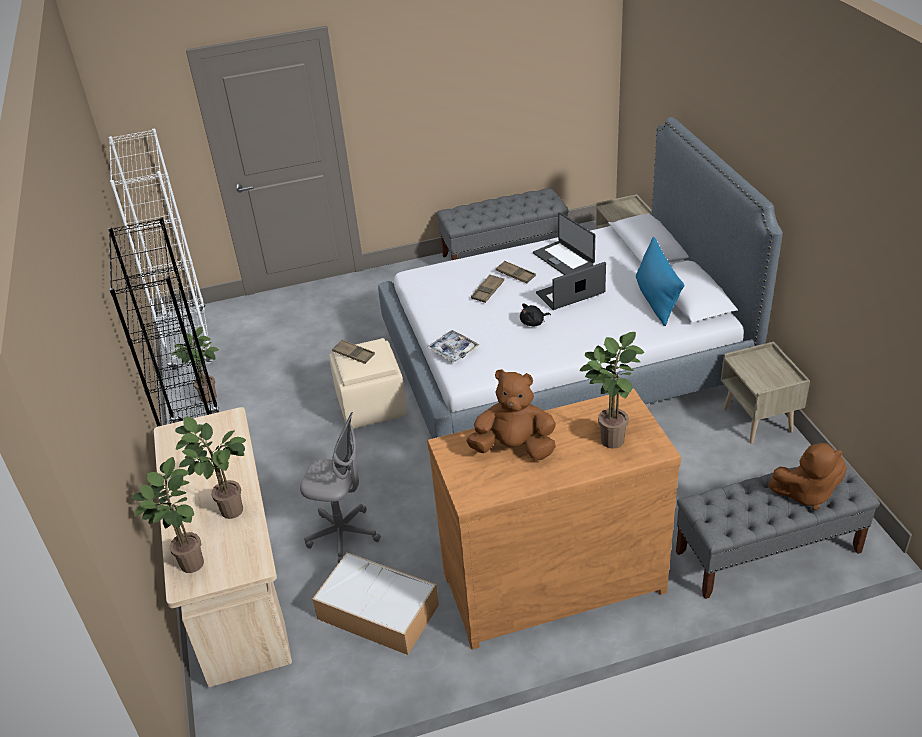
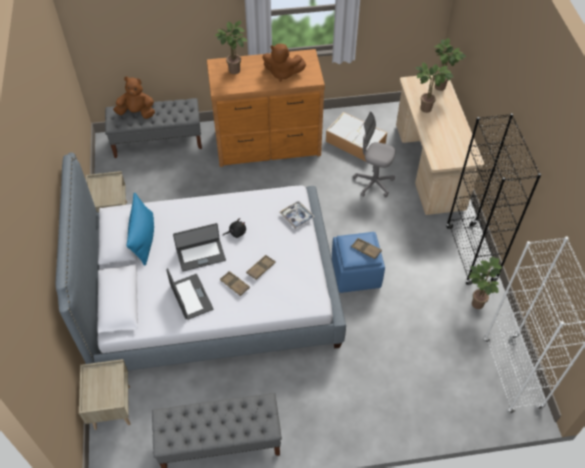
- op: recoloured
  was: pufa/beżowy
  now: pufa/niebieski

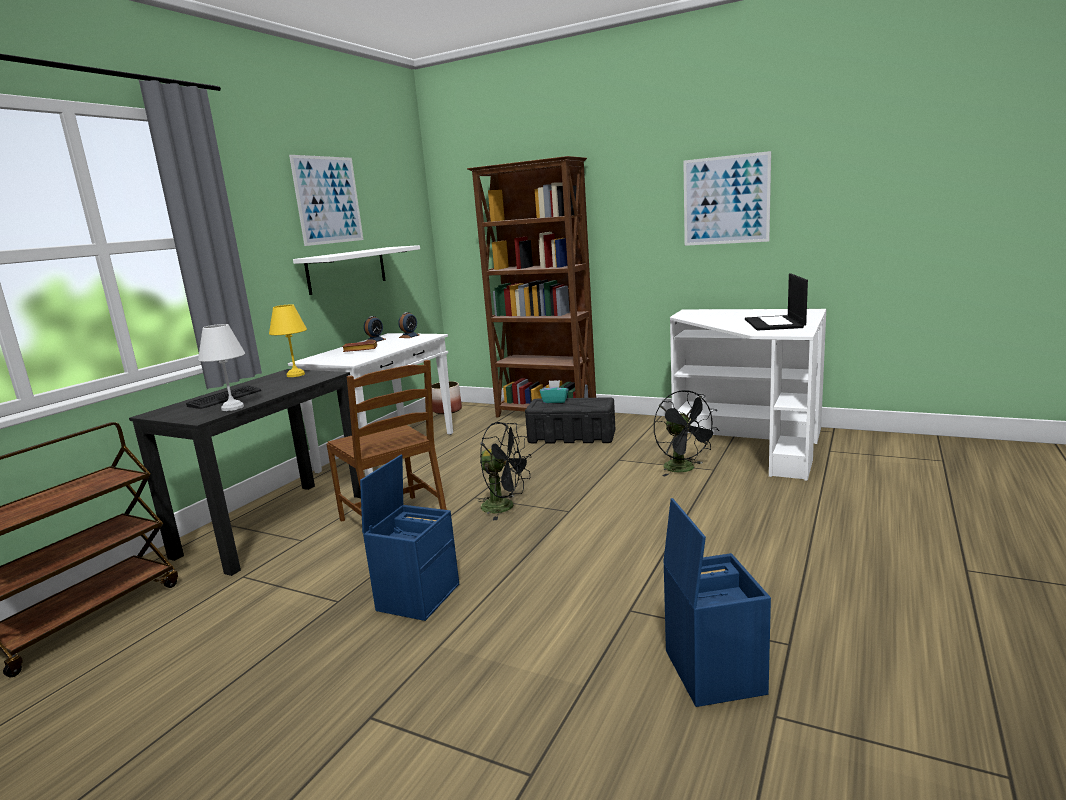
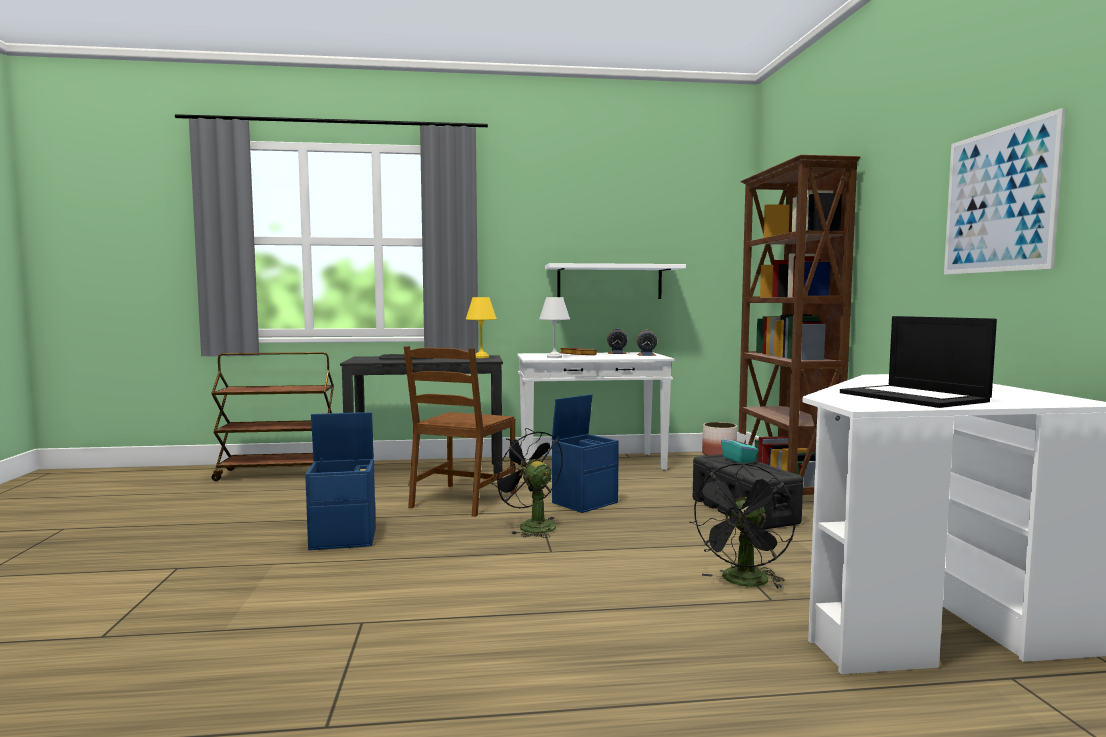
- op: removed
  was: obraz (1st from left)
- op: turned
  was: laptop
  clockwise: -90
- op: moved
  was: lampa stołowa/biały
- op: turned
  was: wentylator/czarny (1st from left)
  clockwise: 150
- op: moved
  was: pojemnik do przechowywania/niebieski (2nd from left)

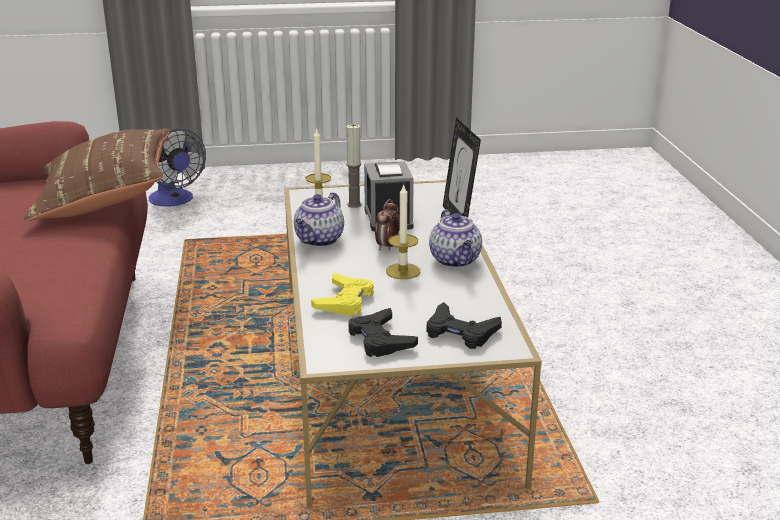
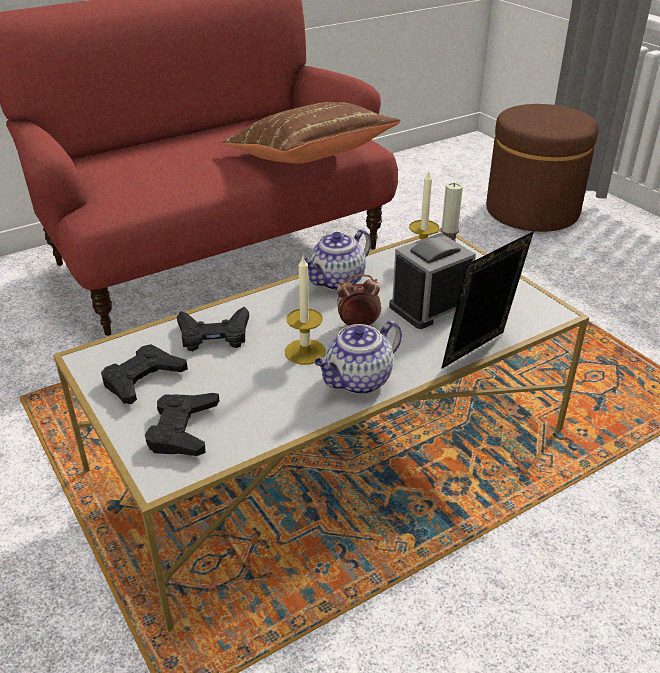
- op: replaced
  was: wentylator
  now: pufa/brązowy
- op: turned
  was: imbryk (1st from left)
  clockwise: -45
- op: recoloured
  was: pad do gier/żółty
  now: pad do gier/czarny (3rd from left)

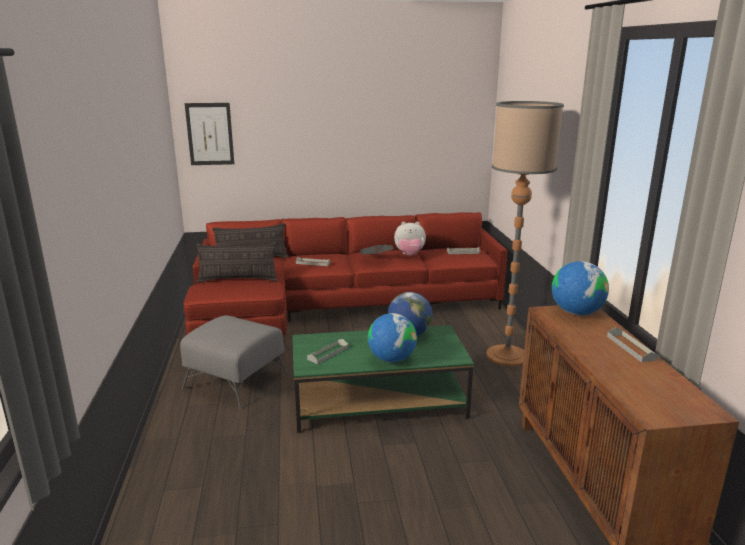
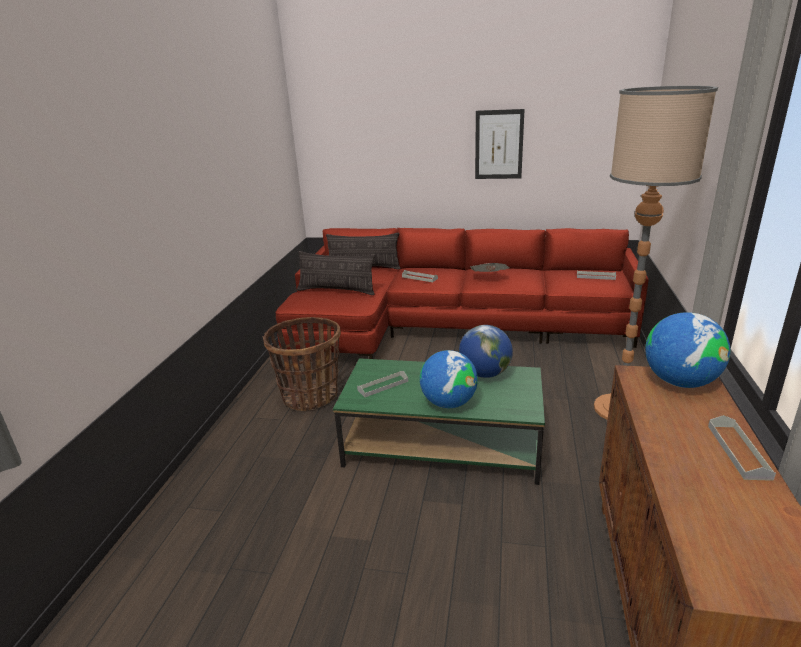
- op: moved
  was: obraz
- op: removed
  was: pluszak
- op: replaced
  was: pufa/szary
  now: koszyk

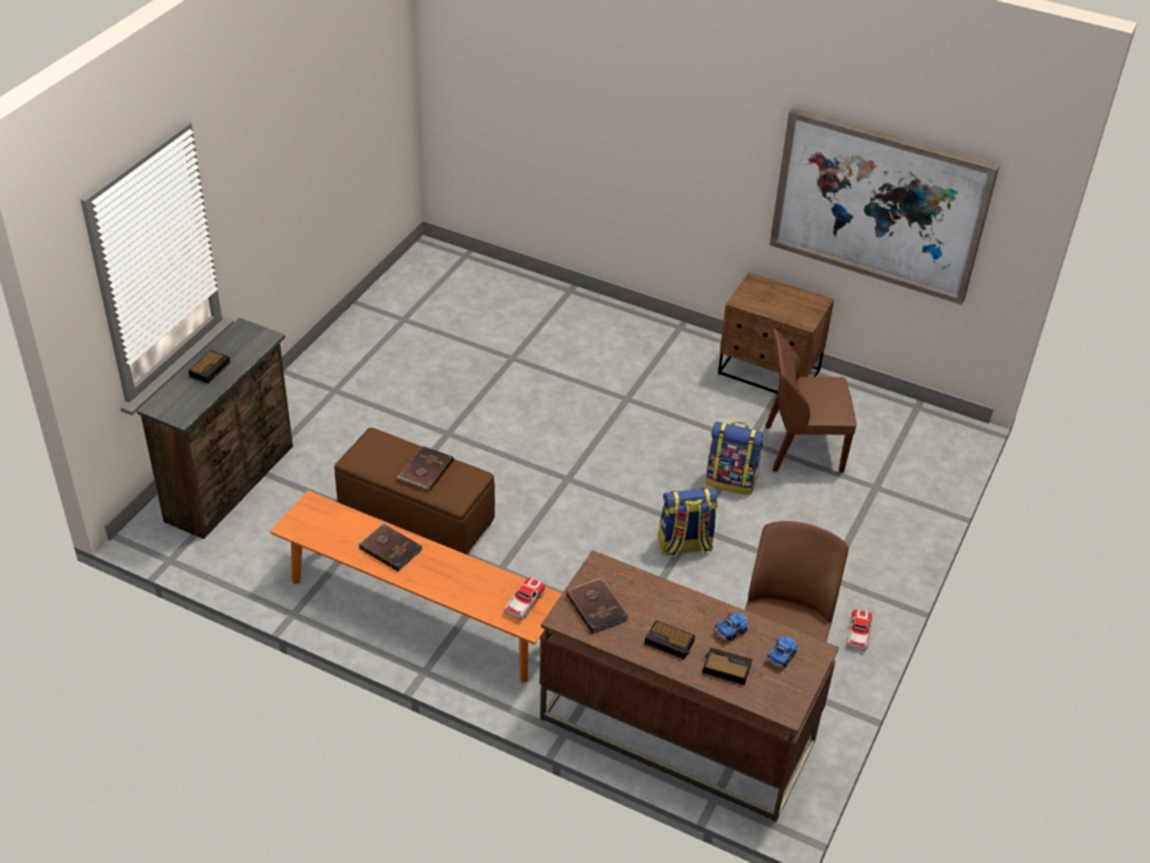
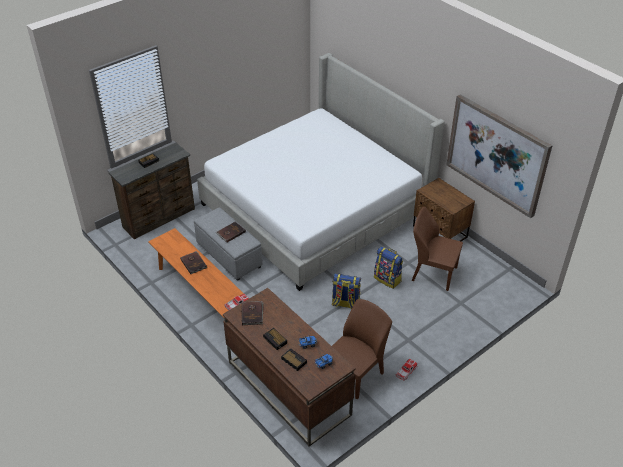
- op: recoloured
  was: pufa/brązowy
  now: pufa/szary
- op: added
  now: łóżko

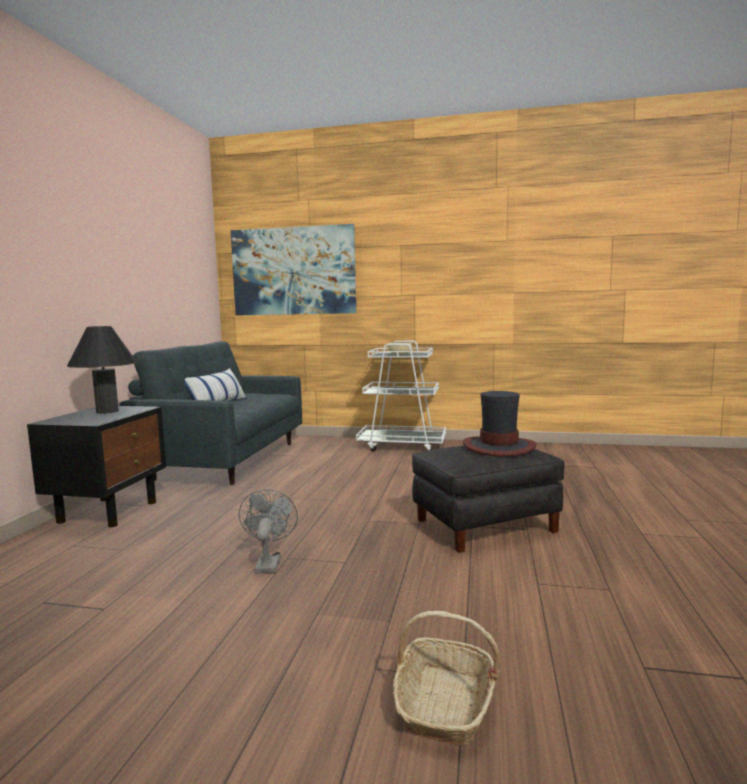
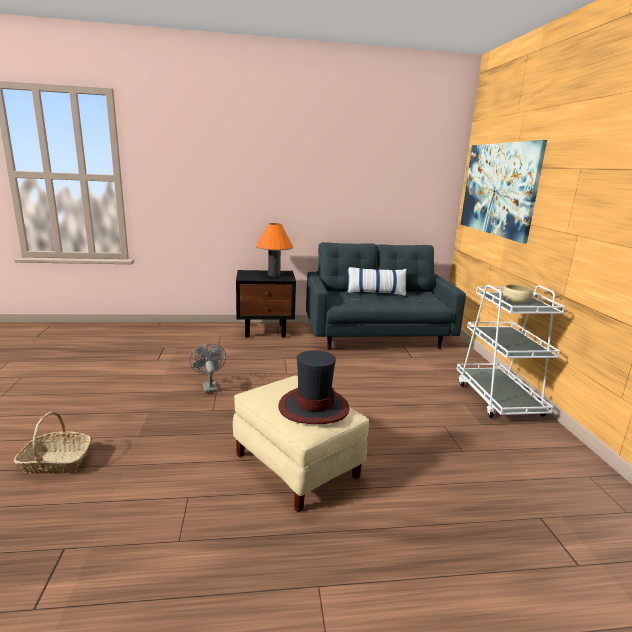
- op: recoloured
  was: lampa stołowa/czarny
  now: lampa stołowa/pomarańczowy
- op: recoloured
  was: pufa/czarny
  now: pufa/beżowy
- op: turned
  was: wentylator/szary
  clockwise: -90

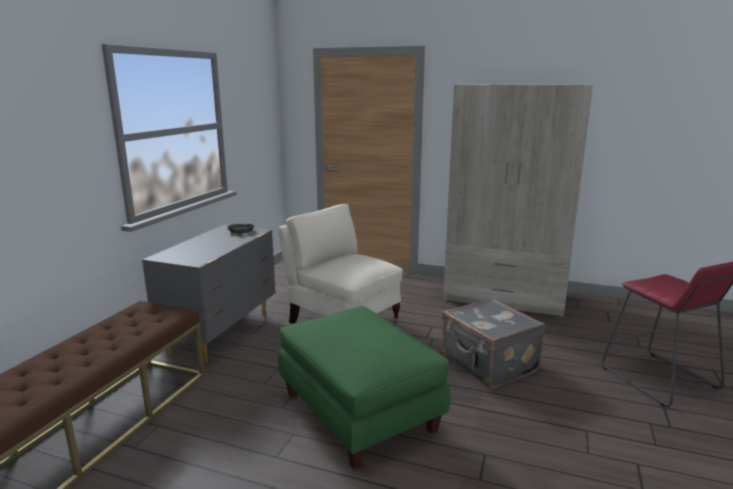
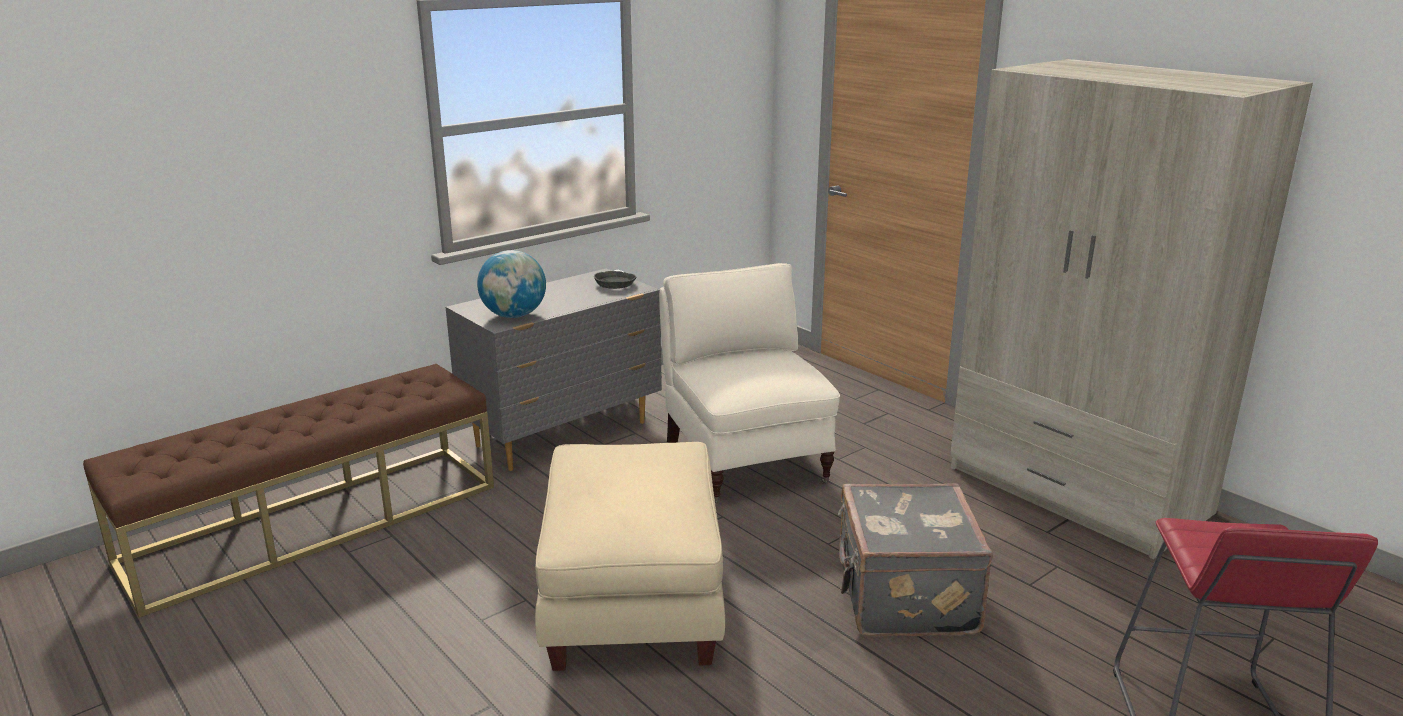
- op: recoloured
  was: pufa/zielony
  now: pufa/beżowy
- op: added
  now: globus

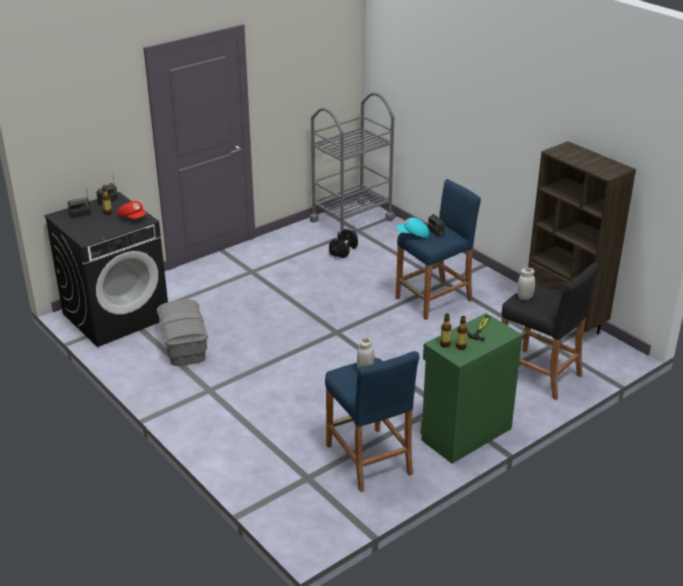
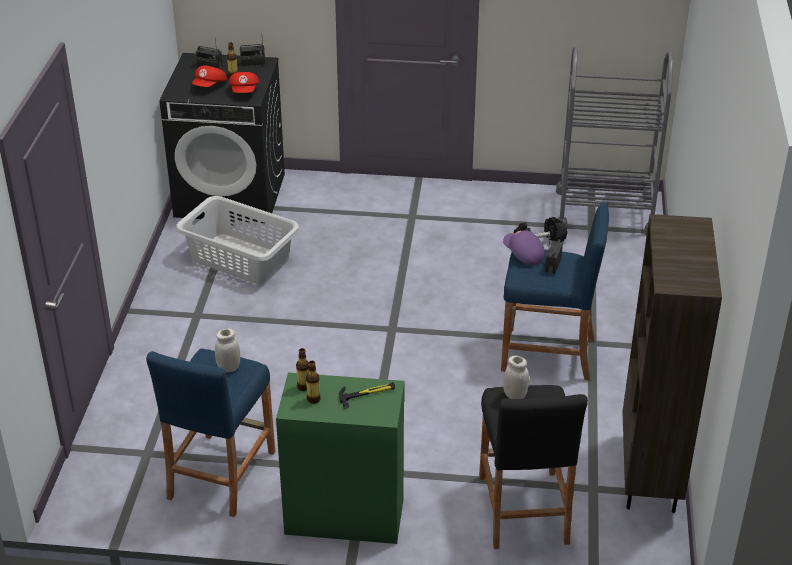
- op: recoloured
  was: czapka z daszkiem/turkusowy
  now: czapka z daszkiem/fioletowy
- op: replaced
  was: pojemnik do przechowywania/szary
  now: kosz na pranie/szary
- op: added
  now: czapka z daszkiem/czerwony (1st from left)

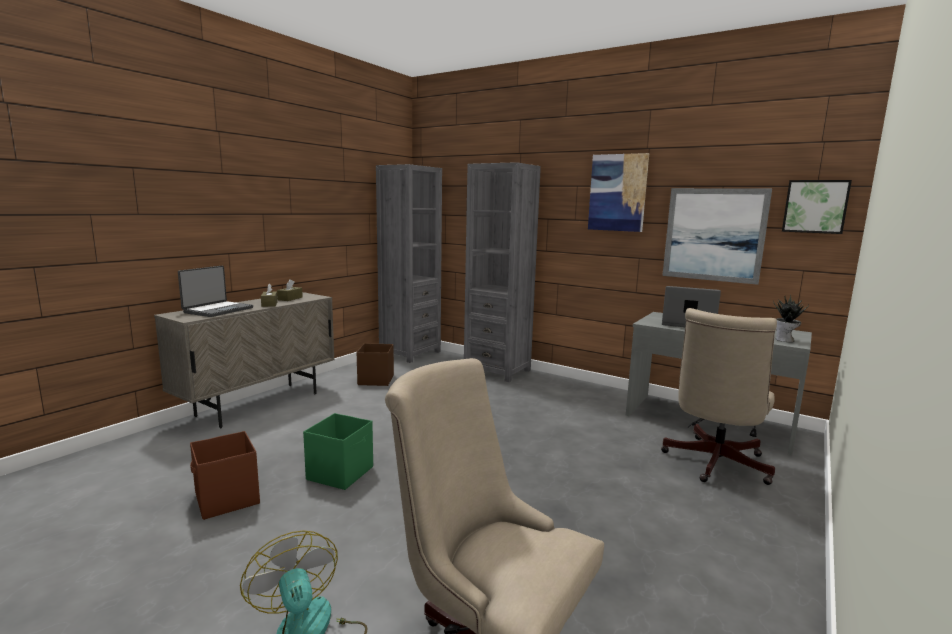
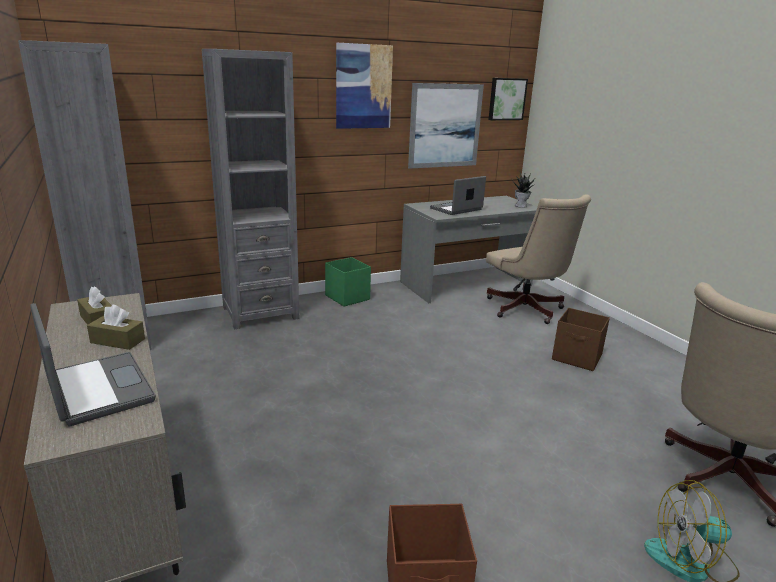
- op: moved
  was: pojemnik do przechowywania/brązowy (2nd from left)
- op: moved
  was: pojemnik do przechowywania/zielony

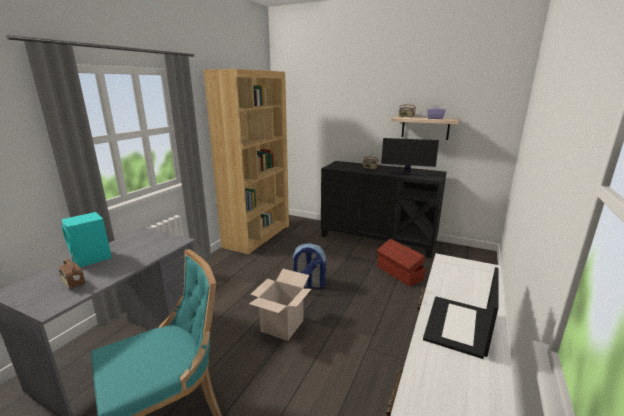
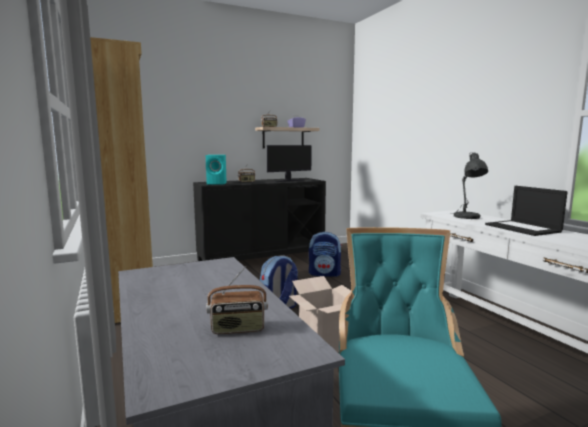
- op: moved
  was: głośnik/turkusowy
- op: replaced
  was: pojemnik do przechowywania/brązowy
  now: plecak (2nd from left)
- op: added
  now: lampa stołowa/szary

